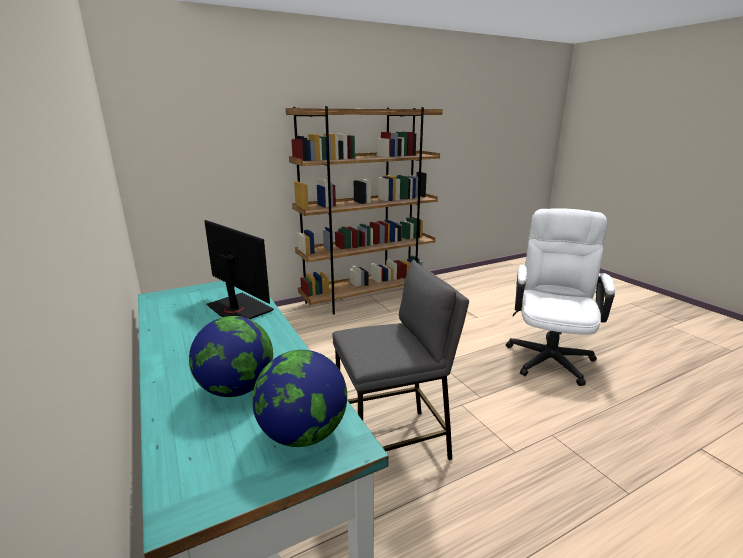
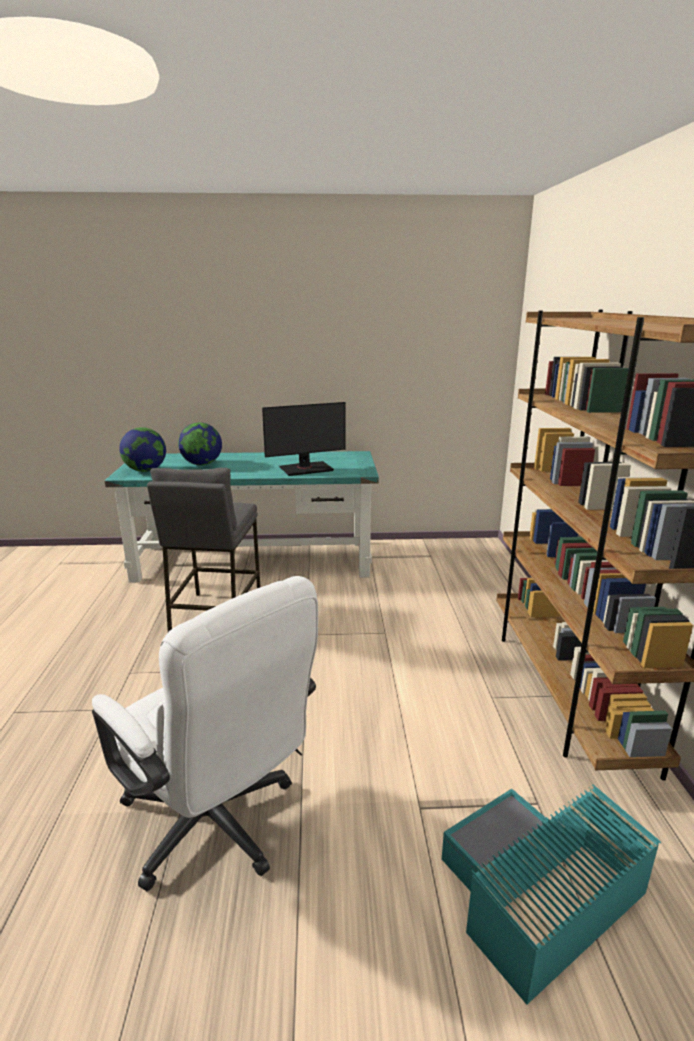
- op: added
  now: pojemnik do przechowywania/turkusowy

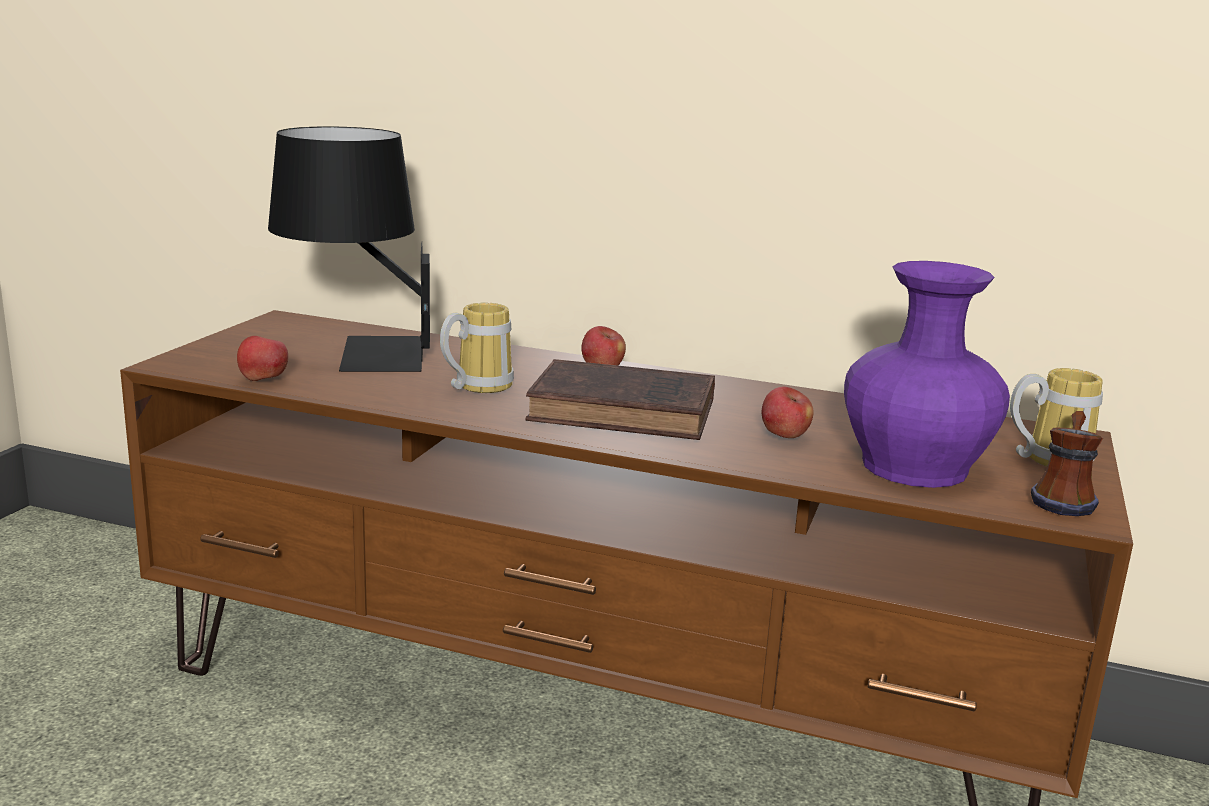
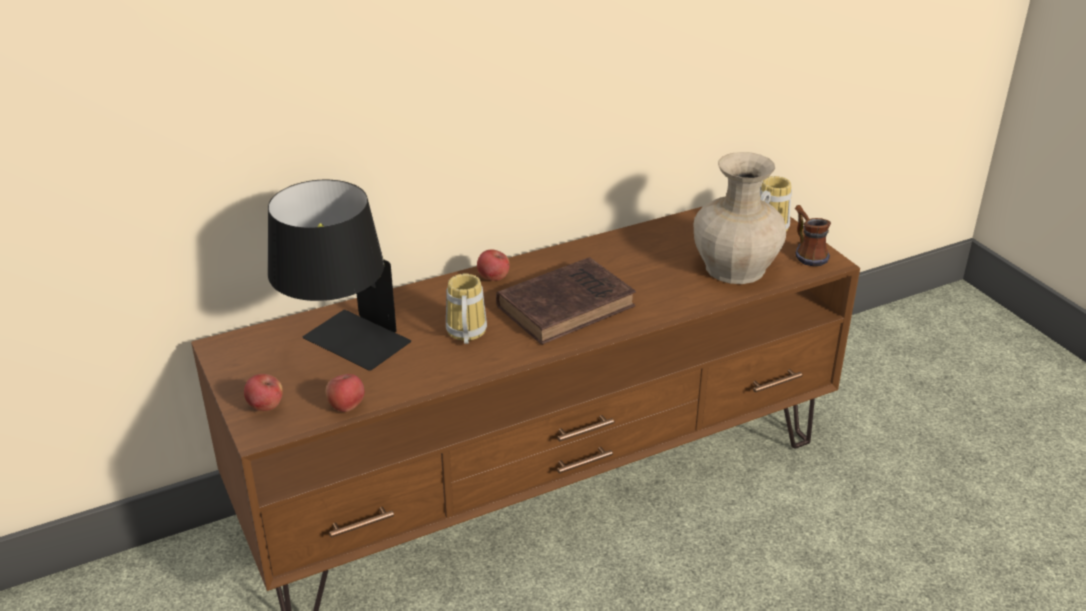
- op: recoloured
  was: wazon/fioletowy
  now: wazon/beżowy
- op: moved
  was: jabłko (3rd from left in the first image)
  now: jabłko (1st from left)

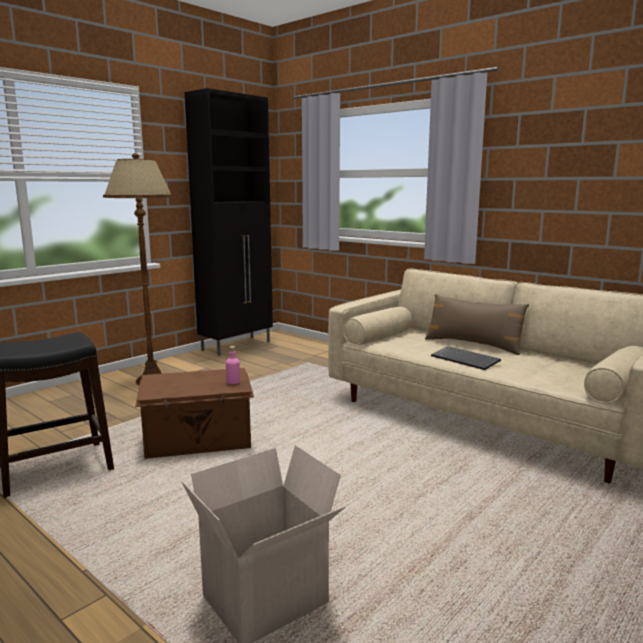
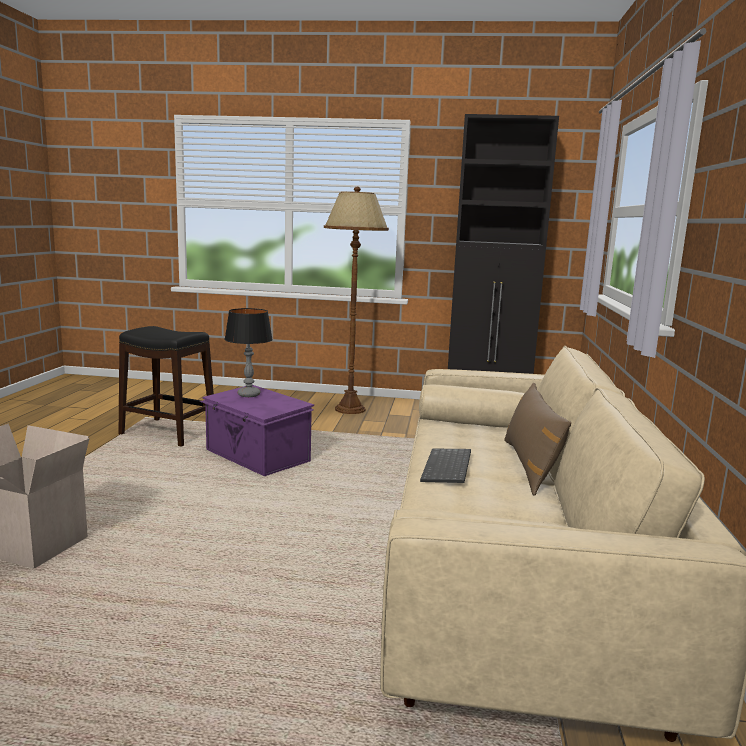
- op: removed
  was: butelka/różowy
- op: recoloured
  was: pojemnik do przechowywania/brązowy
  now: pojemnik do przechowywania/fioletowy
- op: added
  now: lampa stołowa

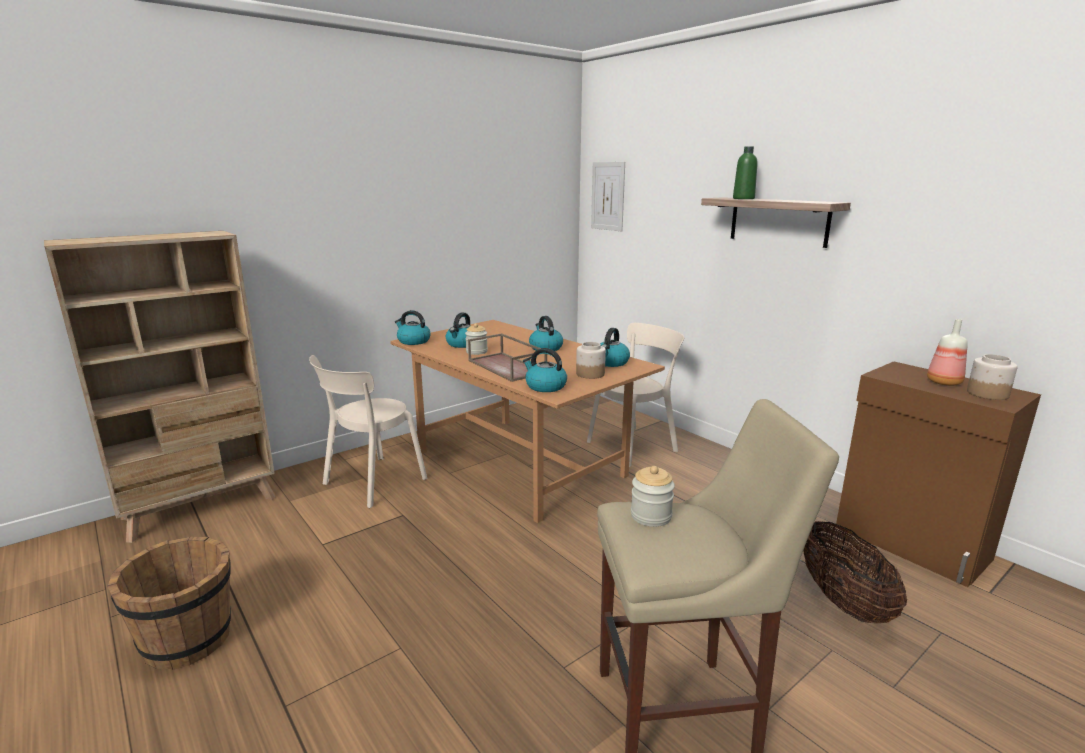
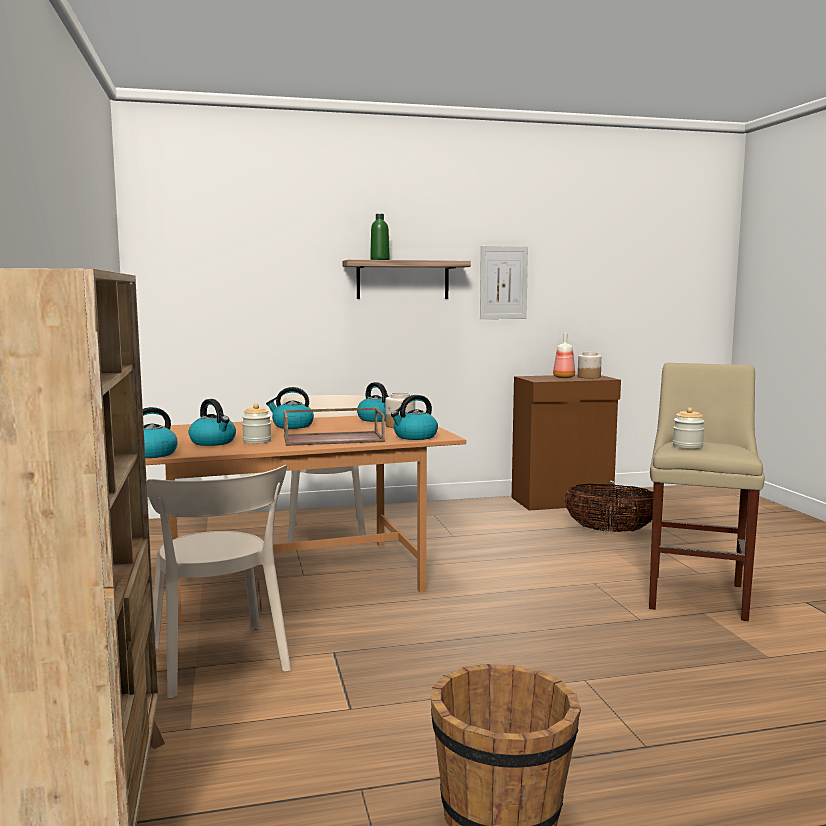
- op: moved
  was: obraz

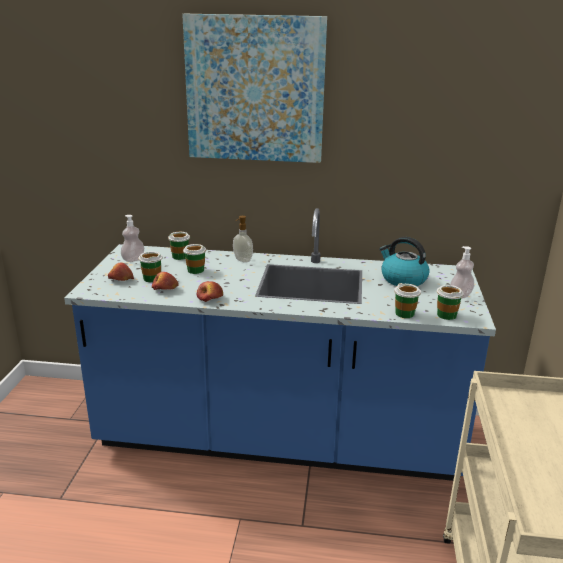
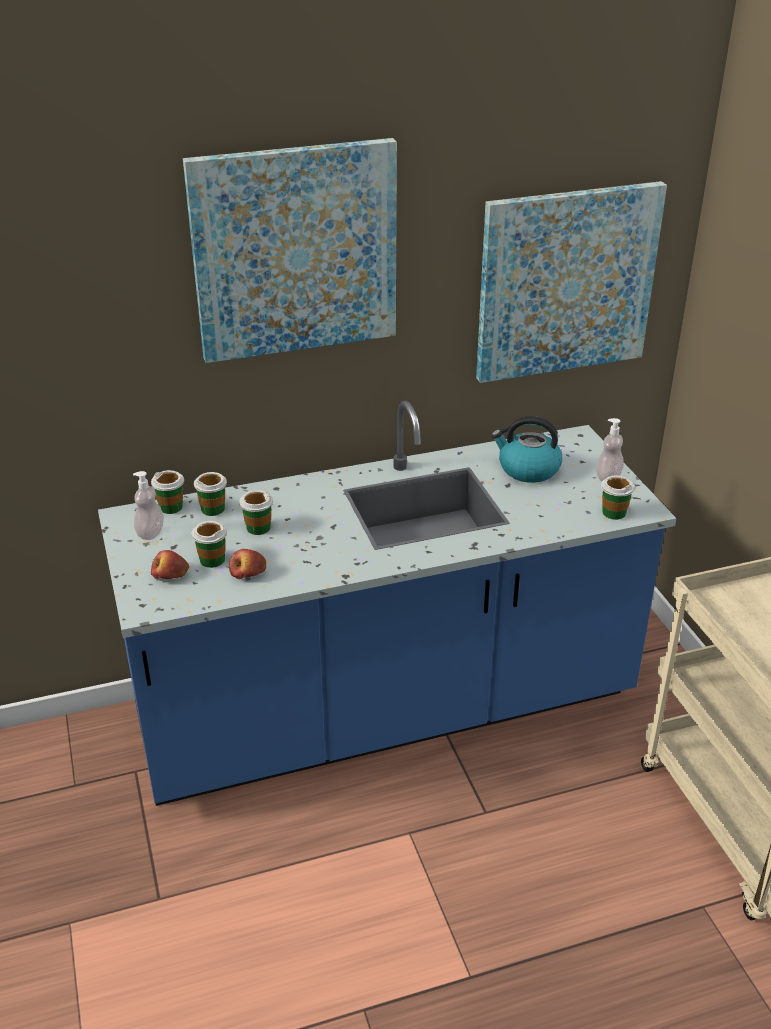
- op: removed
  was: dozownik mydła (2nd from left)
- op: removed
  was: jabłko (3rd from left)
- op: moved
  was: filiżanka (4th from left in the first image)
  now: filiżanka (1st from left)
- op: added
  now: obraz (2nd from left)

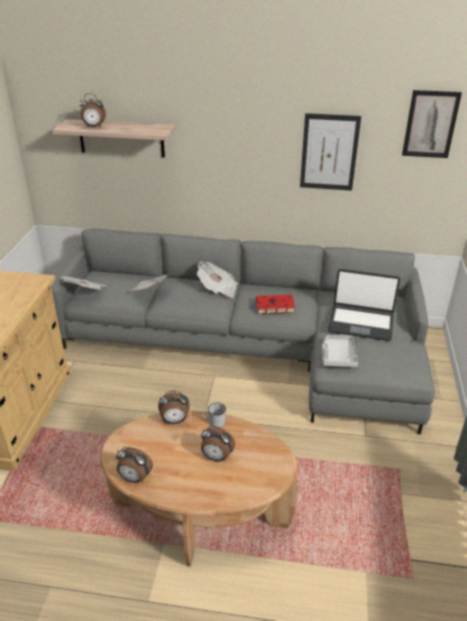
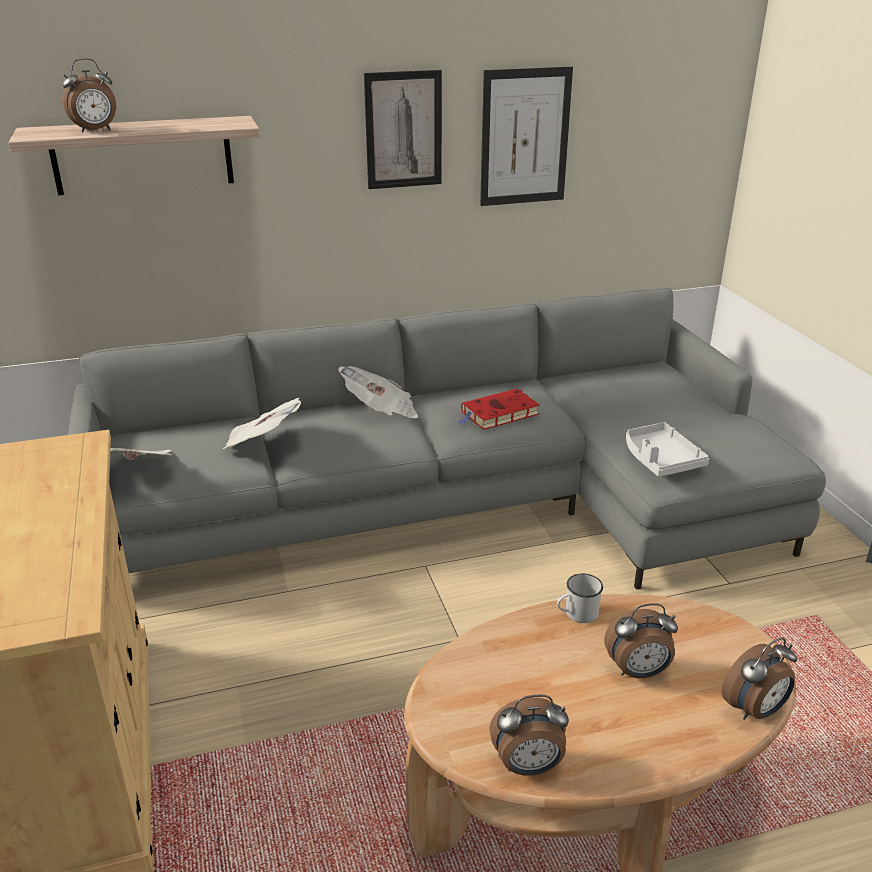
- op: moved
  was: obraz (2nd from left in the first image)
  now: obraz (1st from left)
- op: removed
  was: laptop
- op: moved
  was: budzik (3rd from left in the first image)
  now: budzik (4th from left)

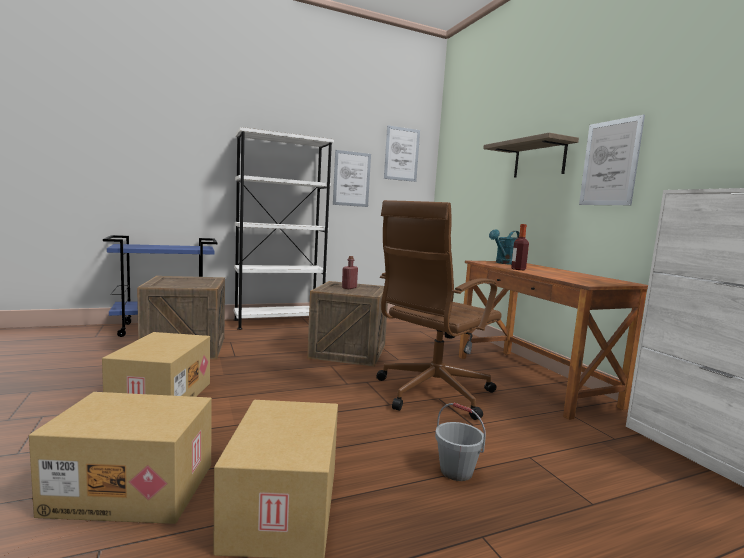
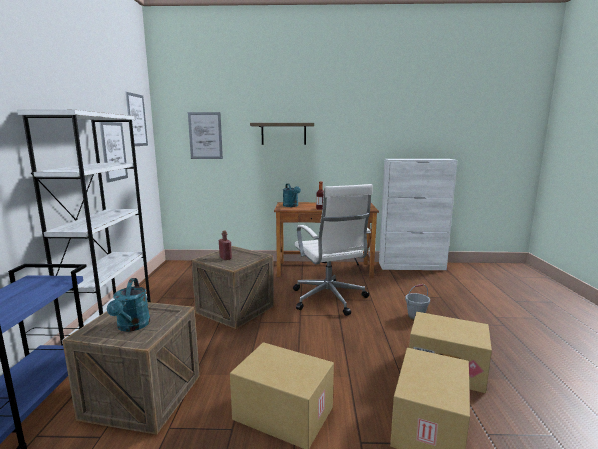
- op: moved
  was: obraz (3rd from left)
- op: recoloured
  was: krzesło biurowe/brązowy
  now: krzesło biurowe/biały
- op: added
  now: konewka/turkusowy (1st from left)

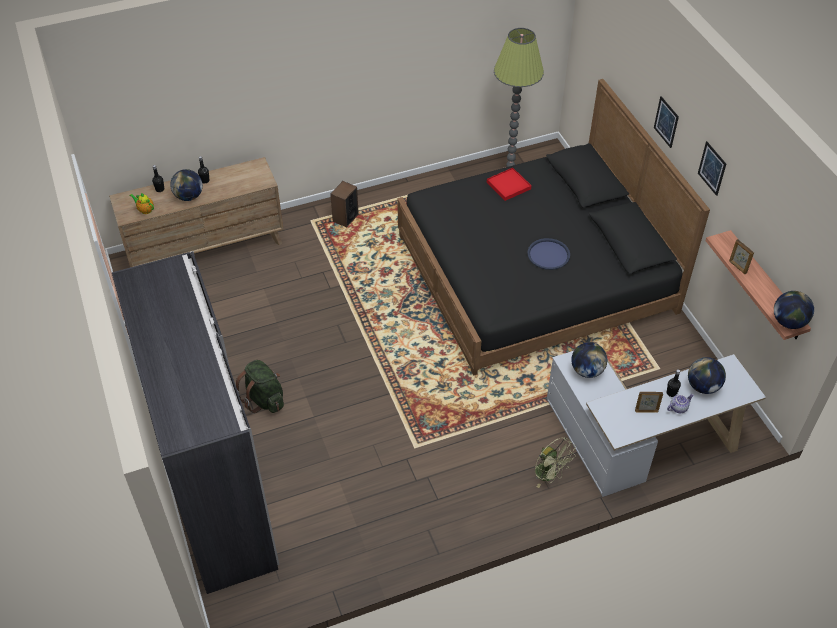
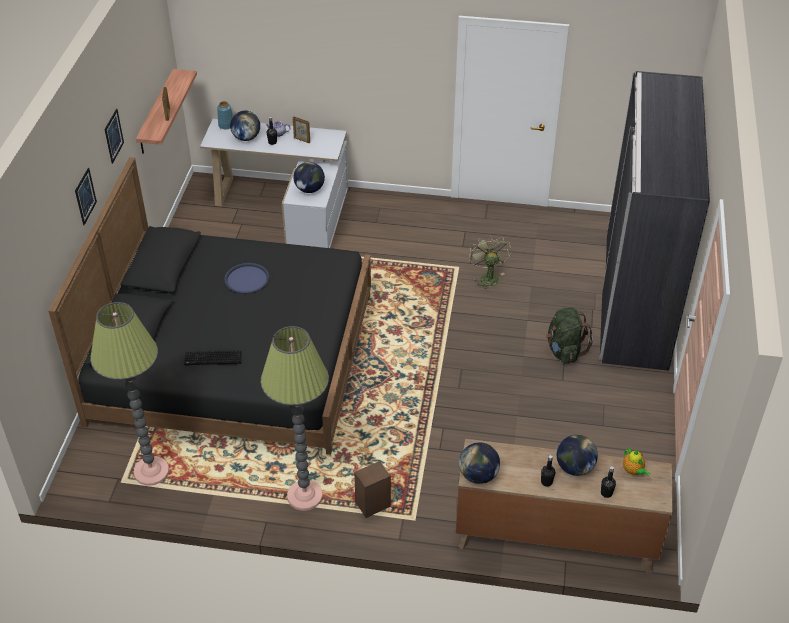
- op: replaced
  was: taca/czerwony
  now: klawiatura
- op: moved
  was: globus (4th from left in the first image)
  now: globus (3rd from left)
- op: moved
  was: wentylator/zielony
- op: added
  now: wazon/niebieski
- op: added
  now: lampa stojąca (2nd from left)

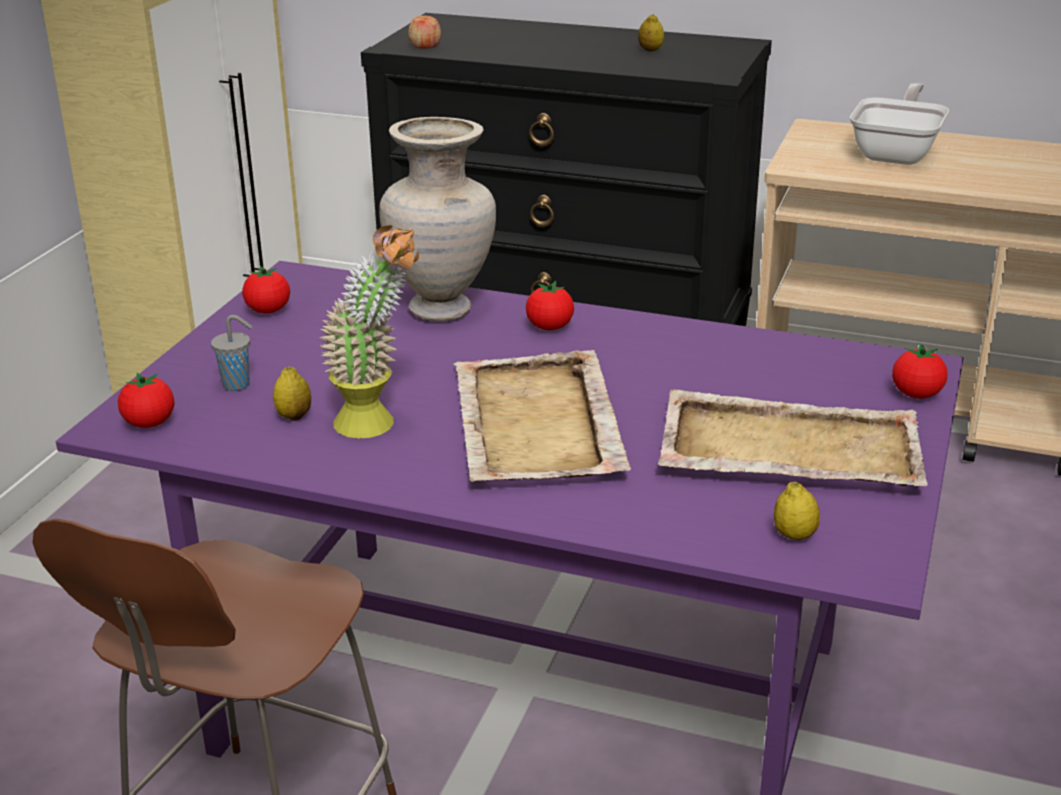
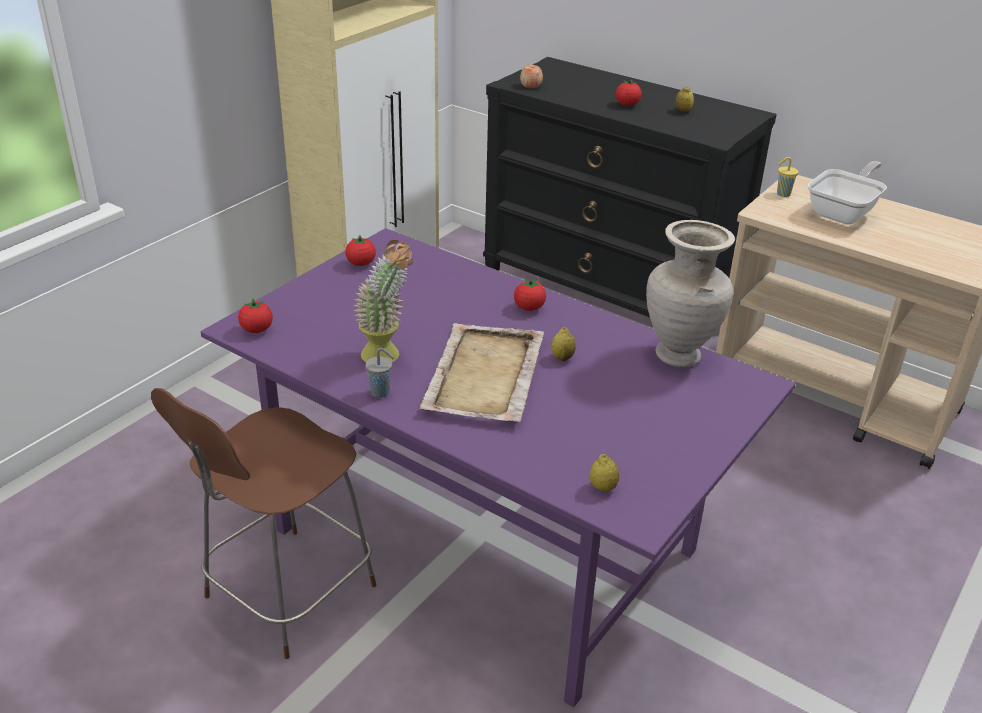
- op: moved
  was: wazon/beżowy
- op: moved
  was: filiżanka/szary
- op: moved
  was: pomidor (4th from left)
- op: moved
  was: cytryna (1st from left)
- op: removed
  was: taca/beżowy (2nd from left)
- op: added
  now: filiżanka/żółty

